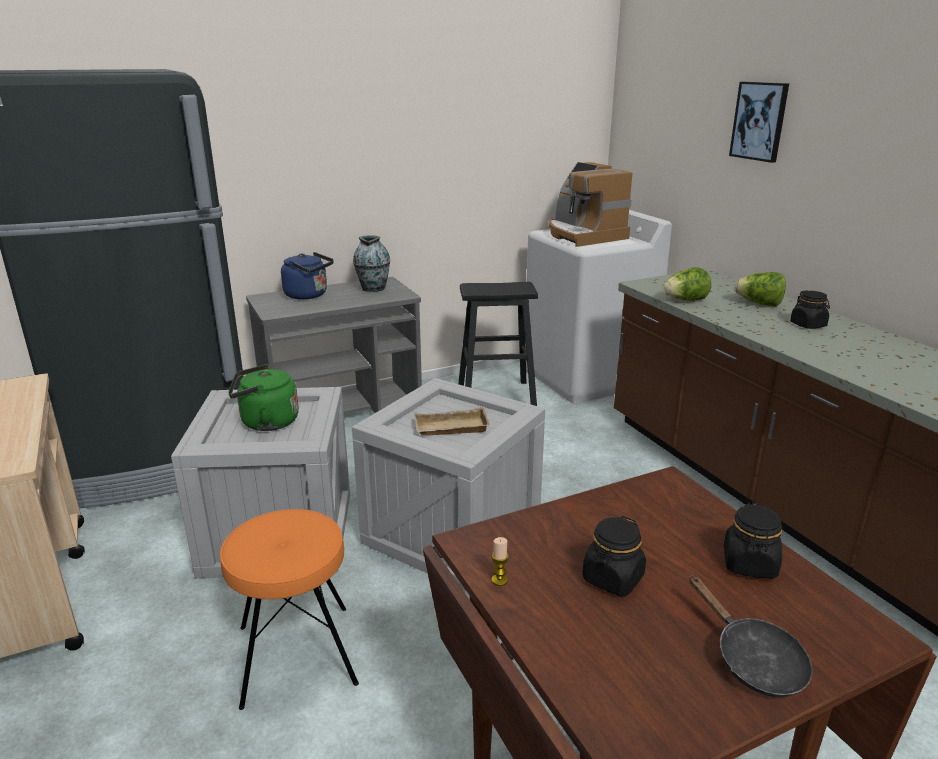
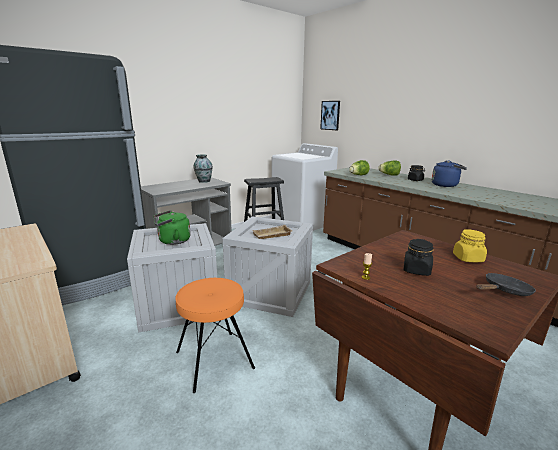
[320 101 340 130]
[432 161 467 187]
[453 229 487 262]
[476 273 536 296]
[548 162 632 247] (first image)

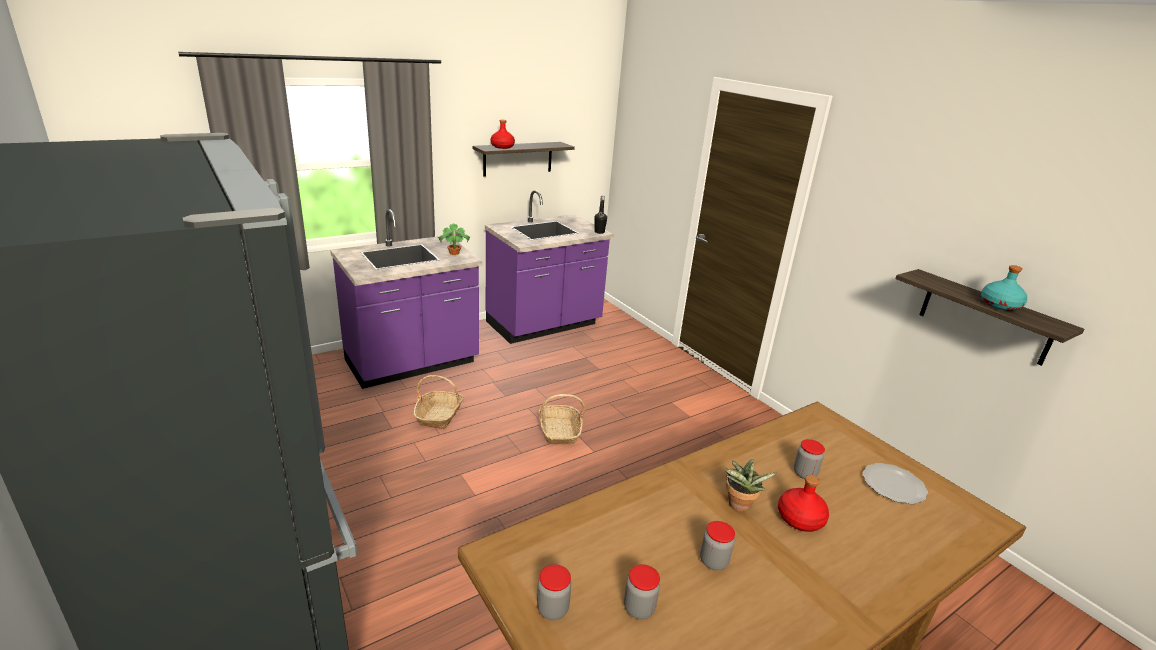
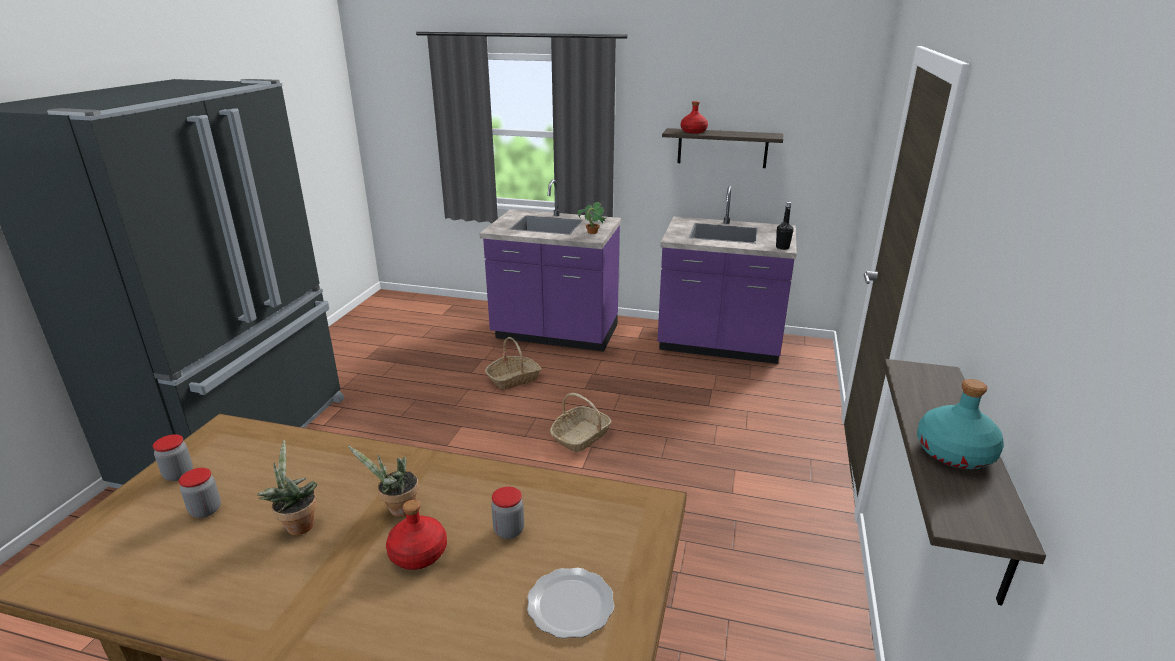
[257 440 318 535]

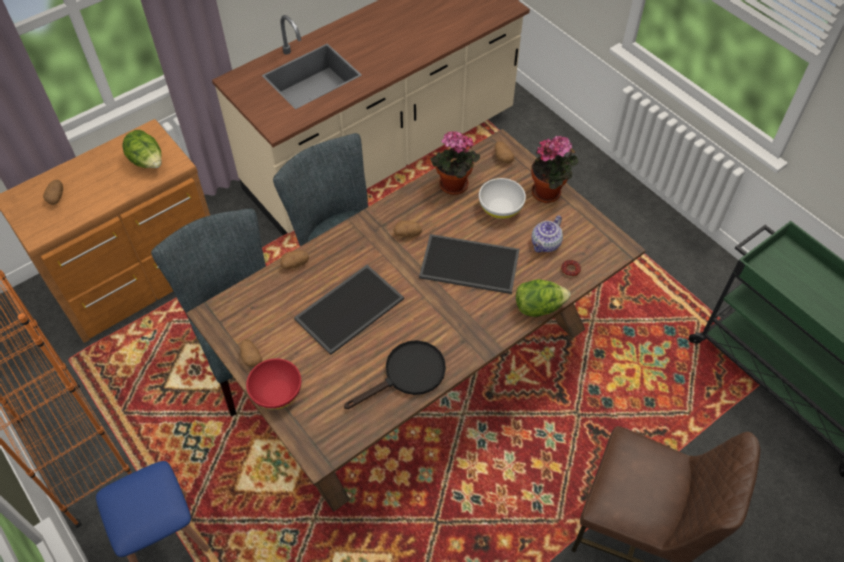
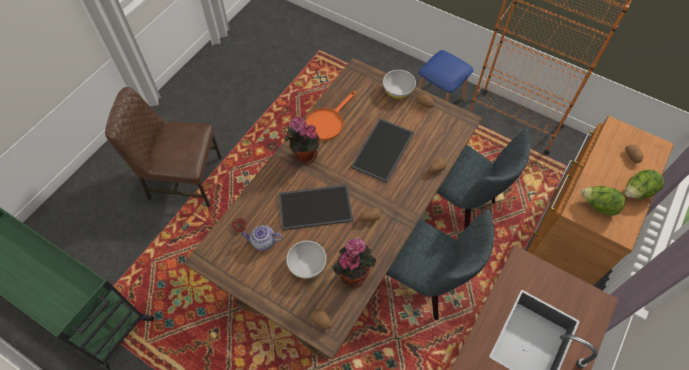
[241 225 283 251]
[284 116 319 164]
[305 91 356 141]
[383 70 416 99]
[625 170 664 199]

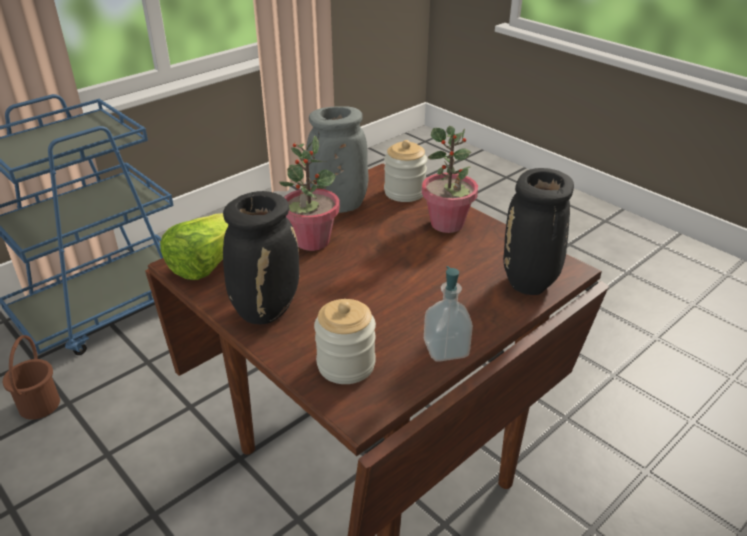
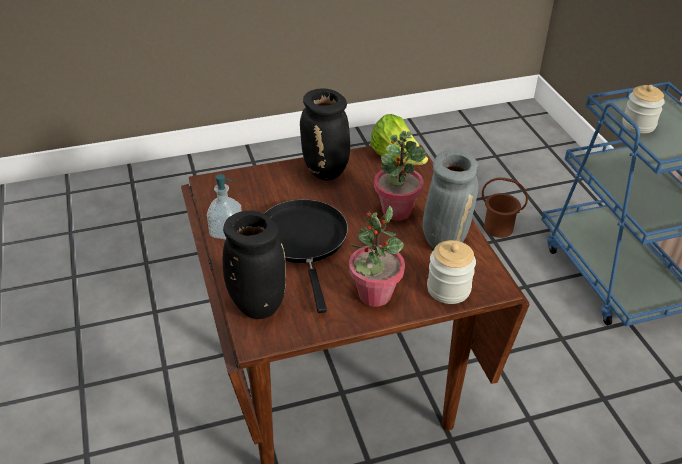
[263 199 348 313]
[622 85 665 133]

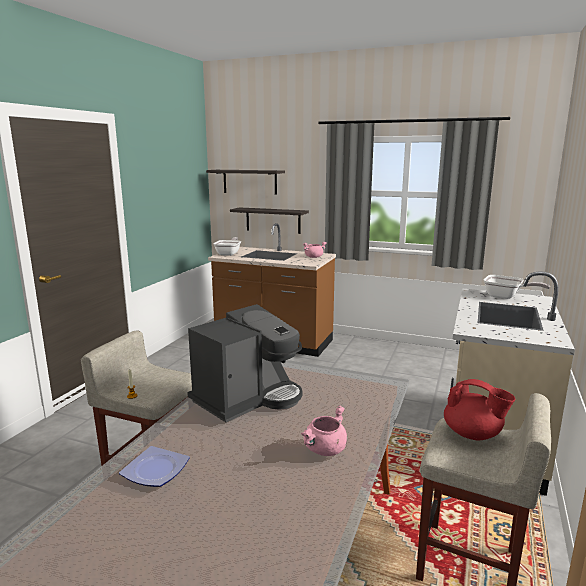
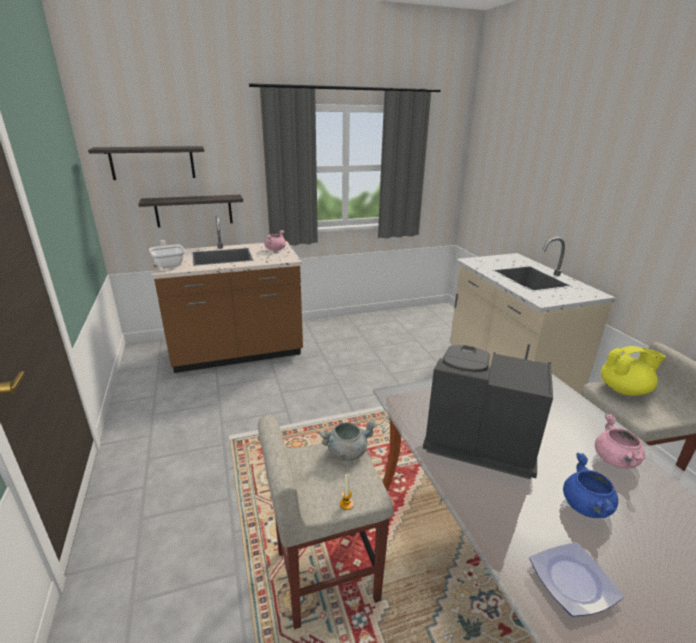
[320 421 377 461]
[423 345 553 479]
[563 453 618 518]
[601 346 666 396]
[484 275 550 299] (first image)

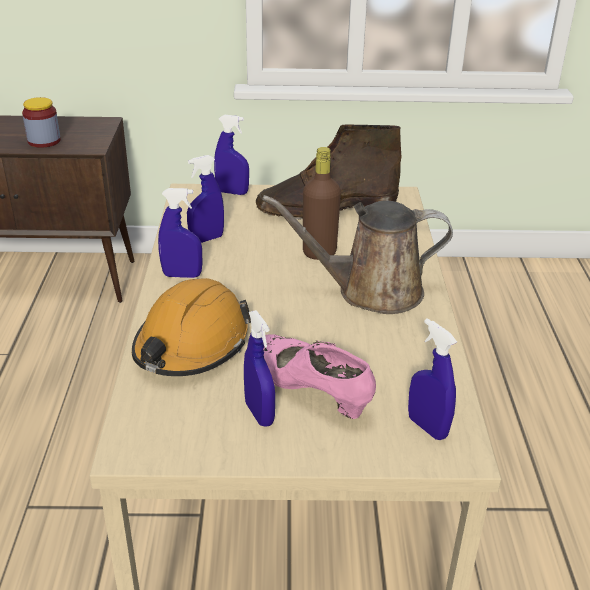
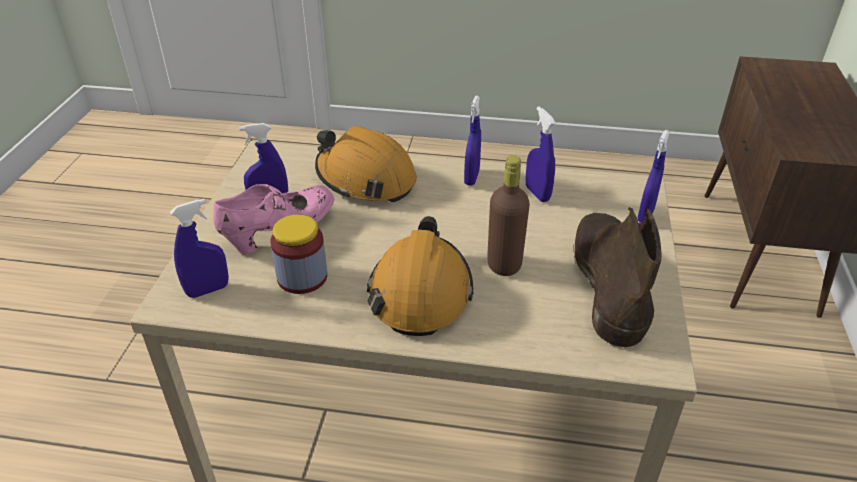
[270 215 327 294]
[367 216 474 336]

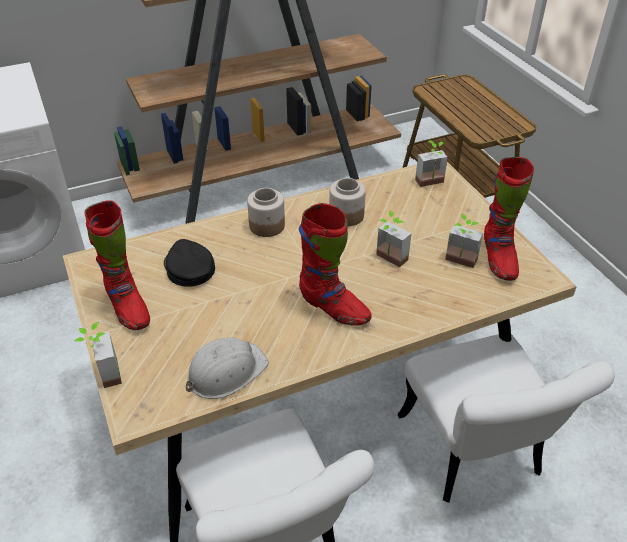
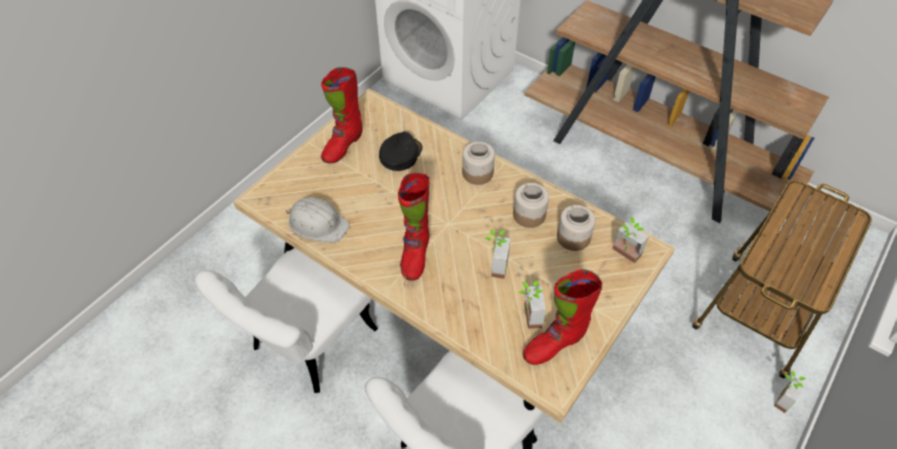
[557 205 595 251]
[774 370 806 413]

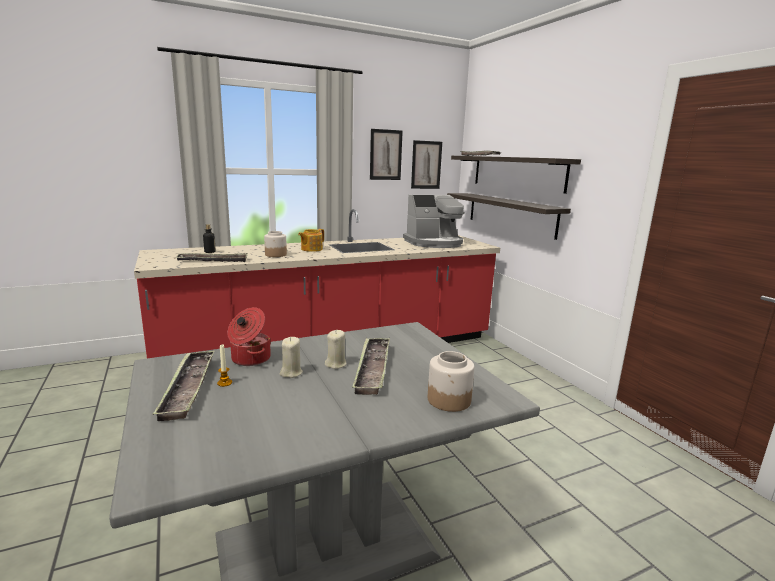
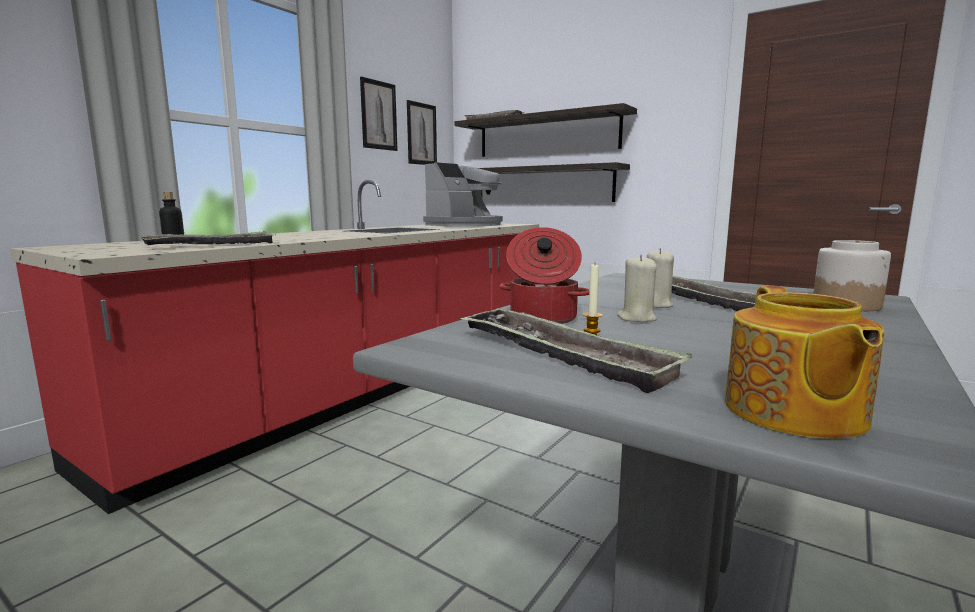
[725 286 884 439]
[264 231 287 257] (first image)

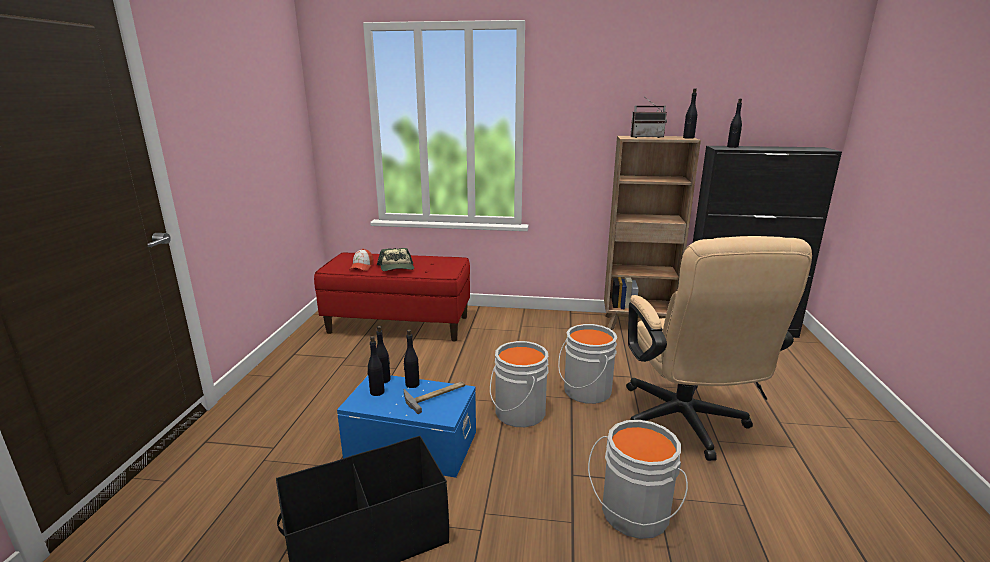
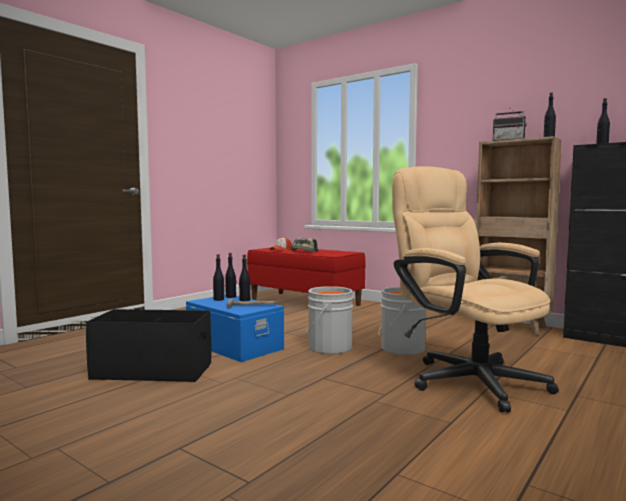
[392 166 559 412]
[588 420 688 539] (first image)

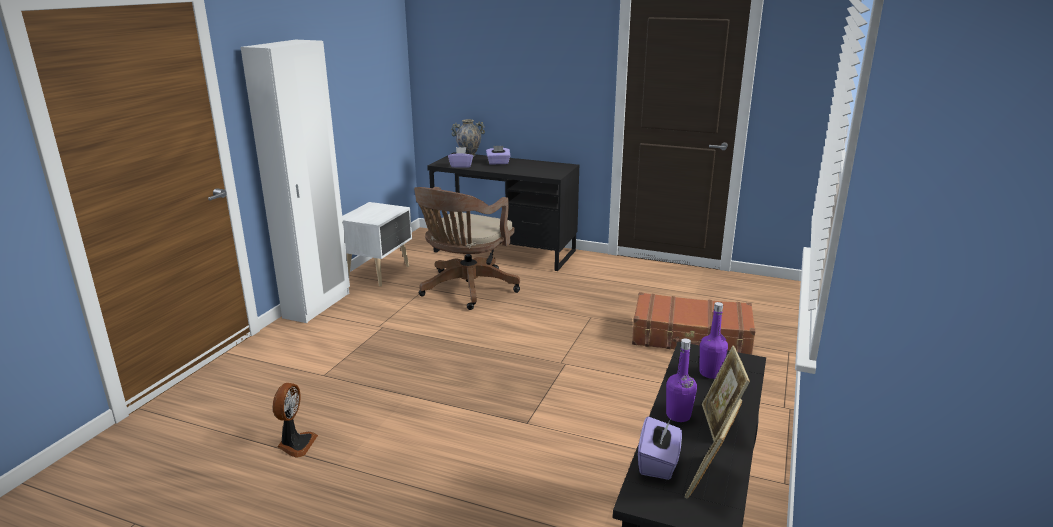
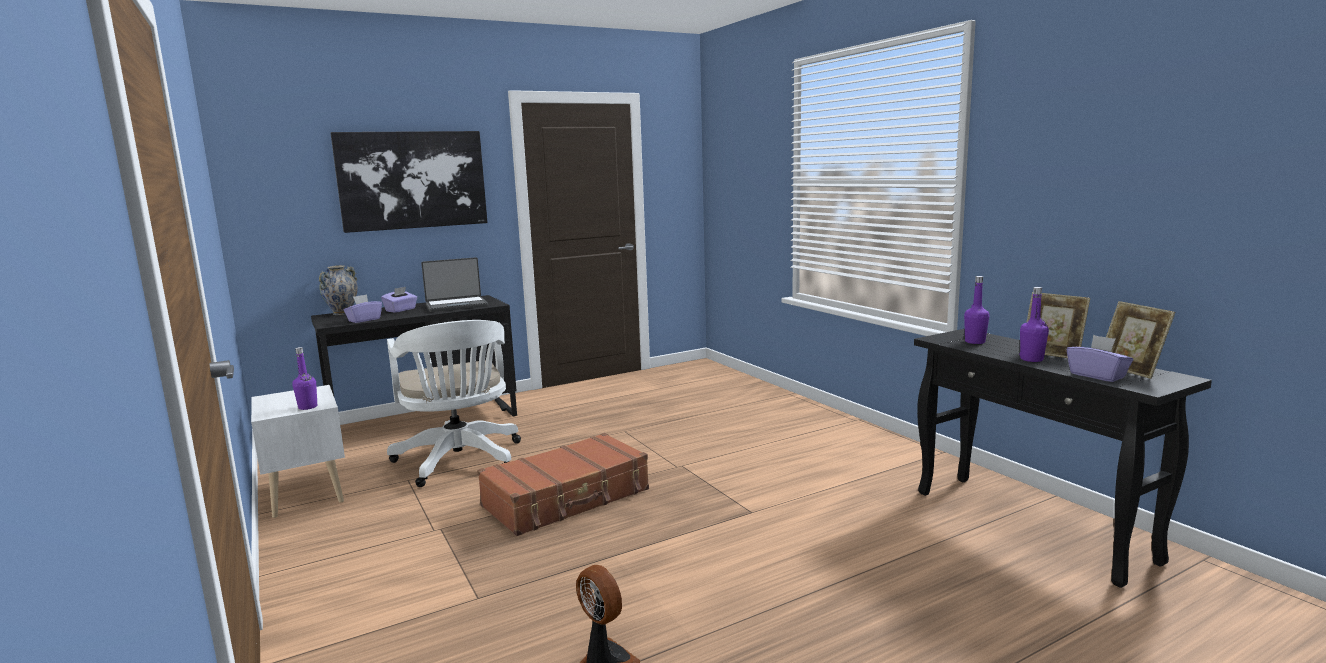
[292 347 317 410]
[331 131 488 233]
[387 320 521 487]
[421 257 488 312]
[477 433 649 536]
[241 40 350 323] (first image)

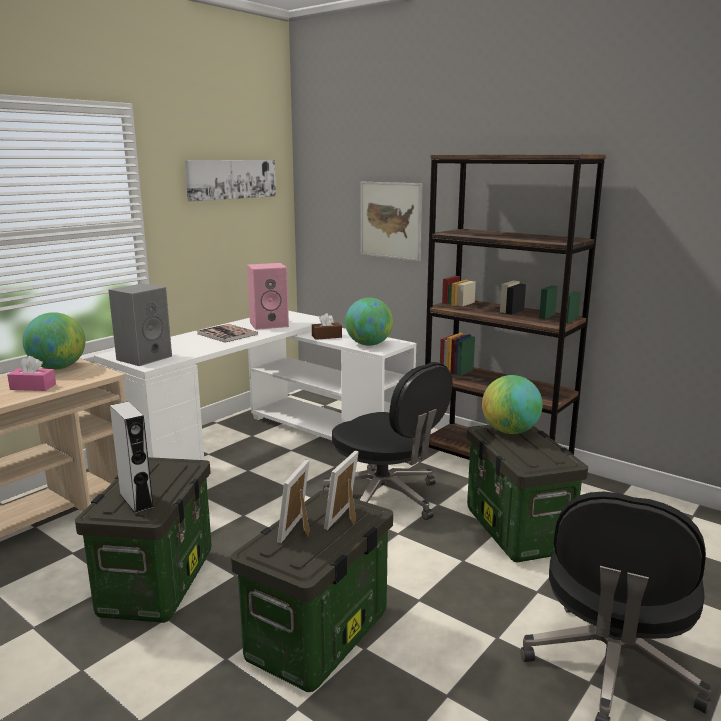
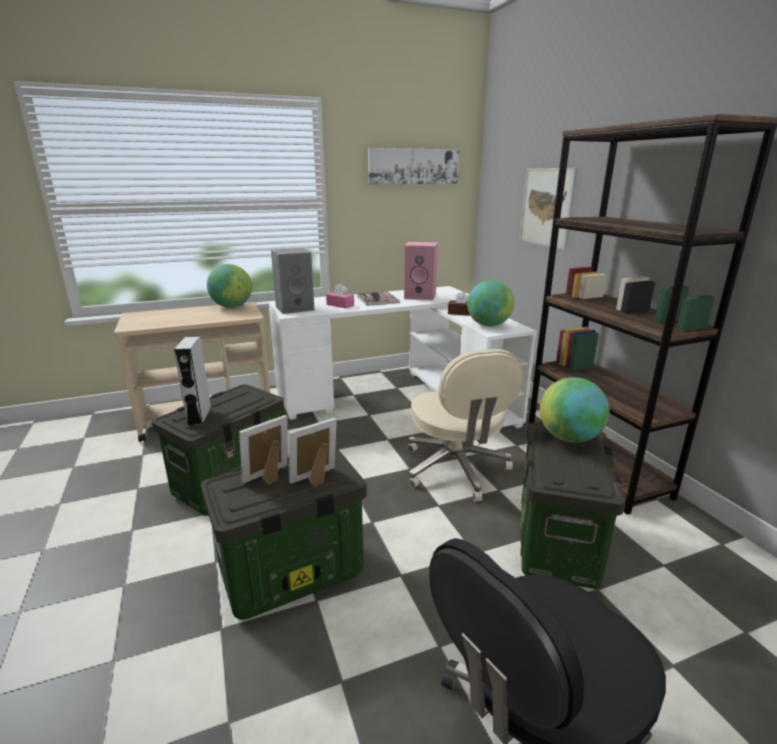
[326 284 354 309]
[408 349 523 501]

